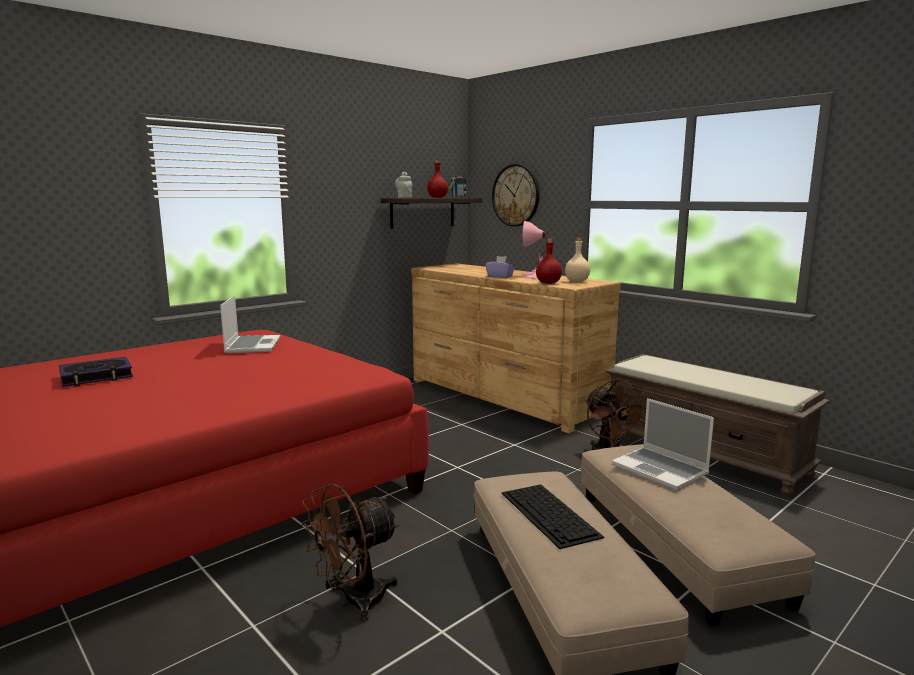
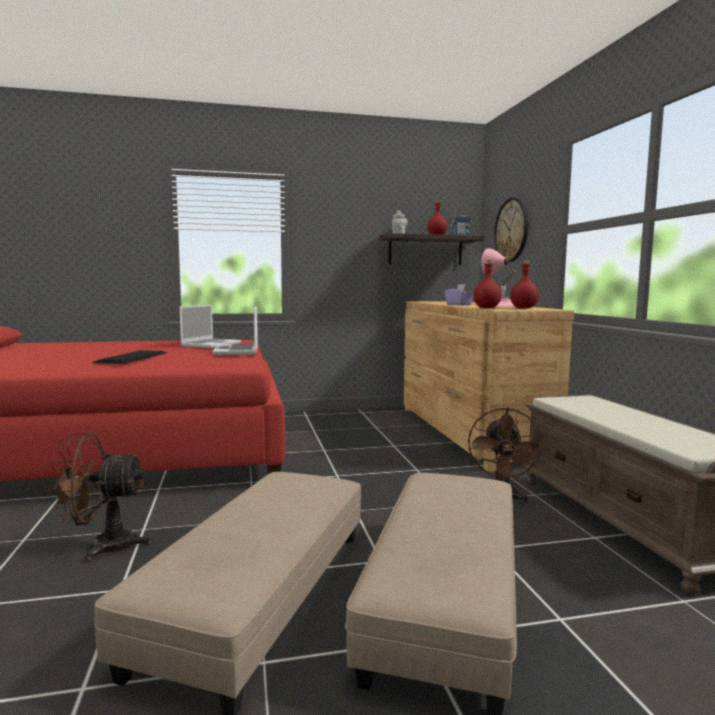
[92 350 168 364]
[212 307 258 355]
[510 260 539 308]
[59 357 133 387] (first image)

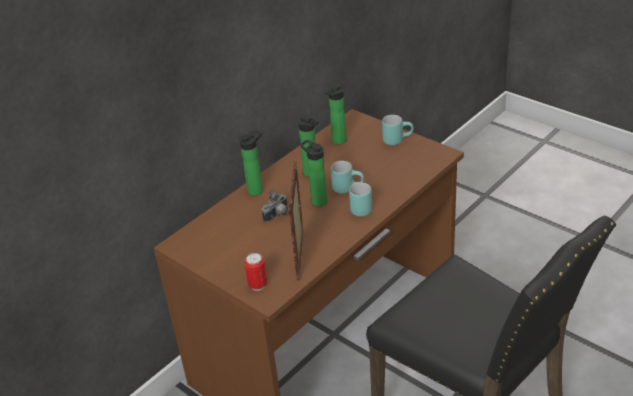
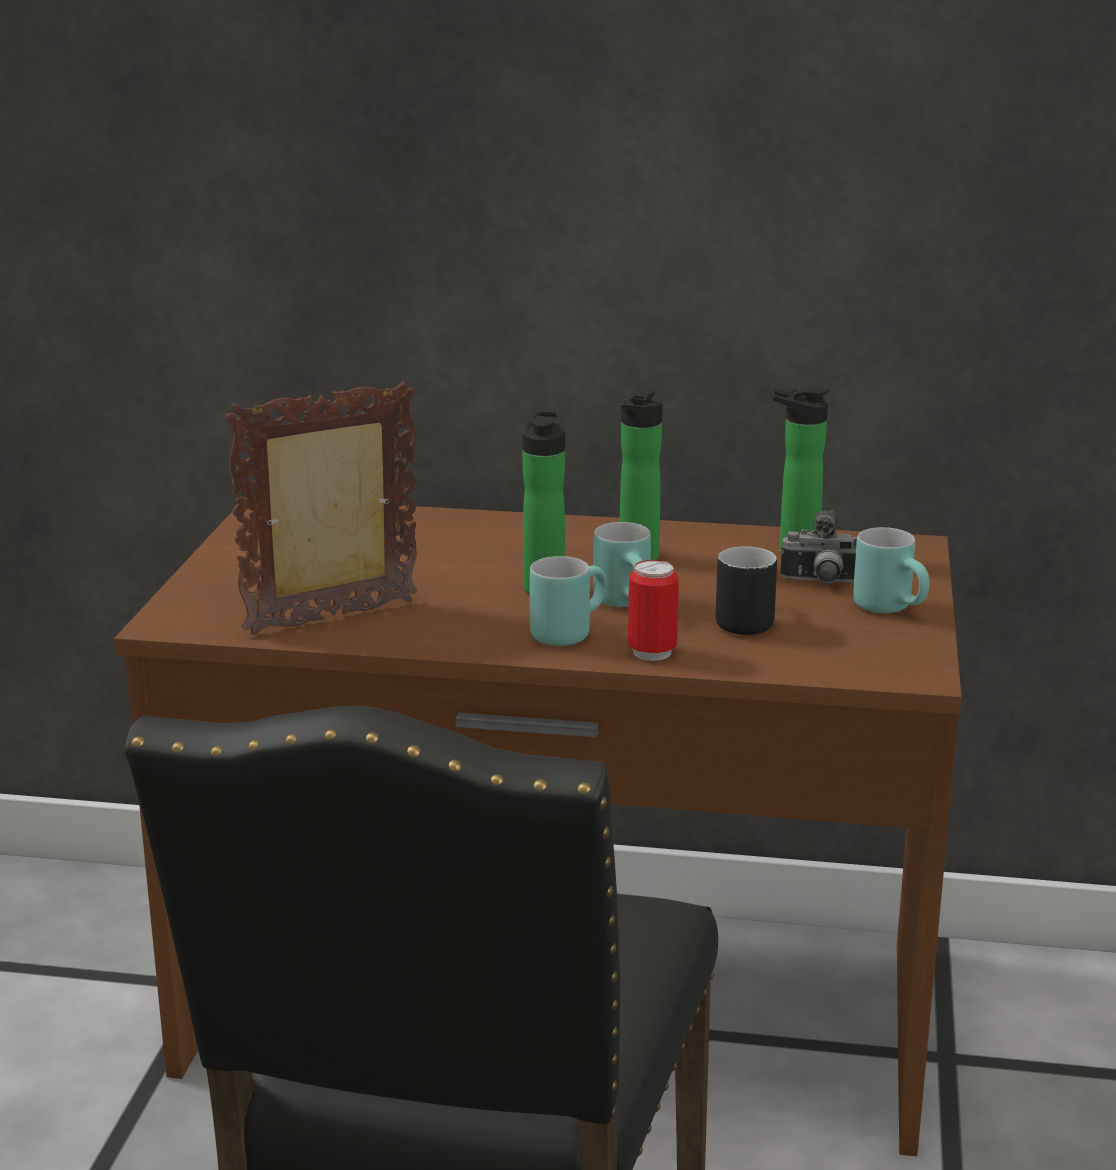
[628 560 679 661]
[716 546 777 635]
[780 510 857 584]
[240 130 263 196] (first image)

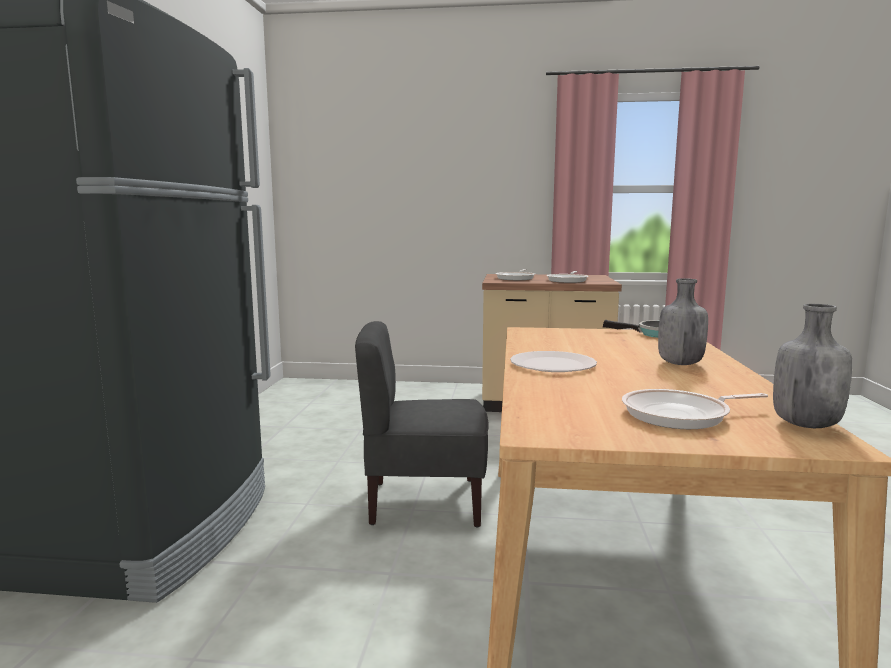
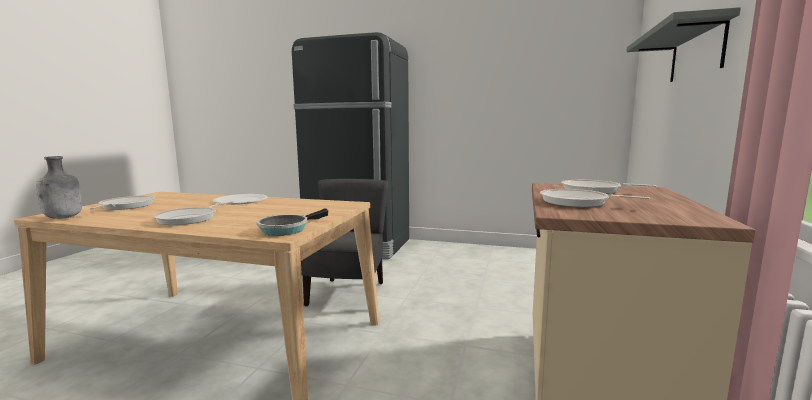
[153 201 234 225]
[626 7 741 82]

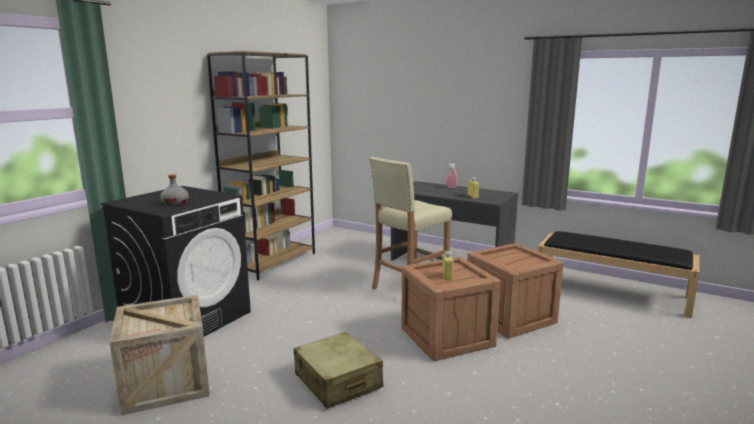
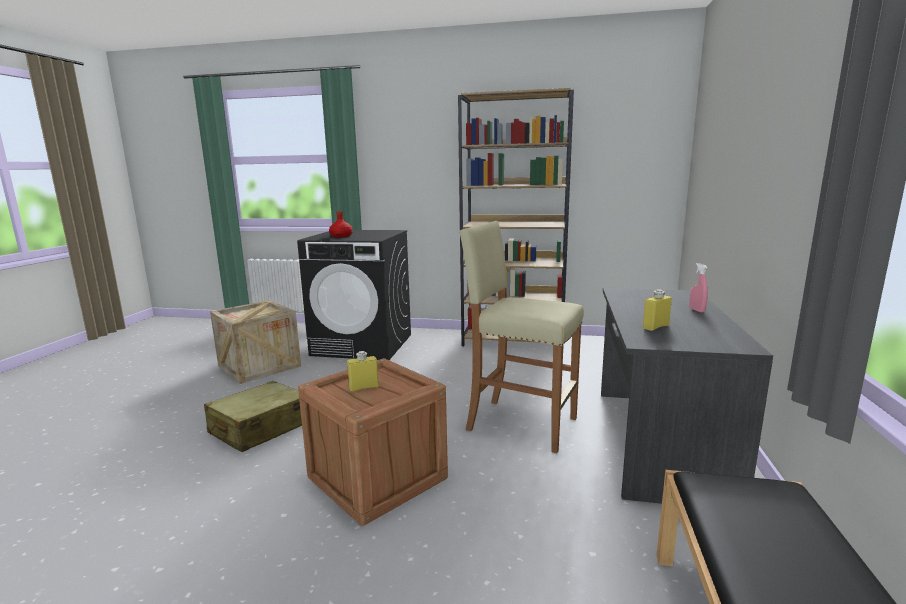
[329 211 353 237]
[467 243 563 338] (first image)

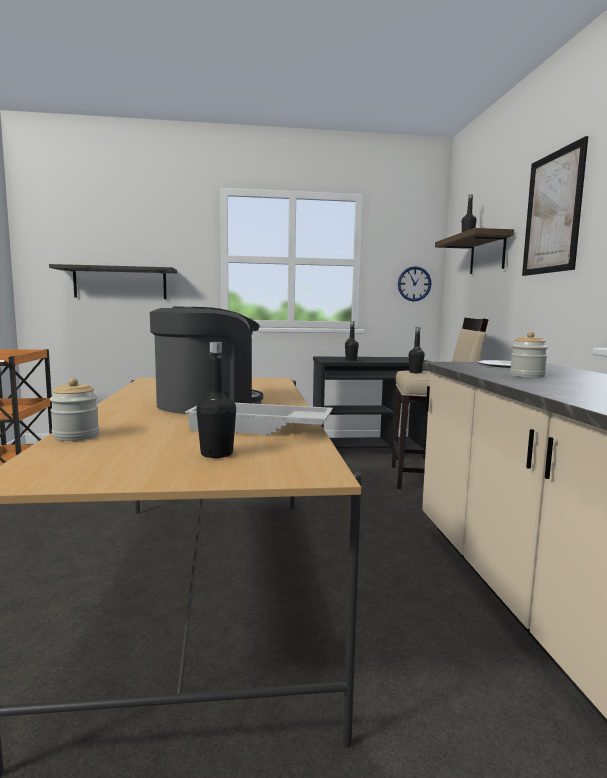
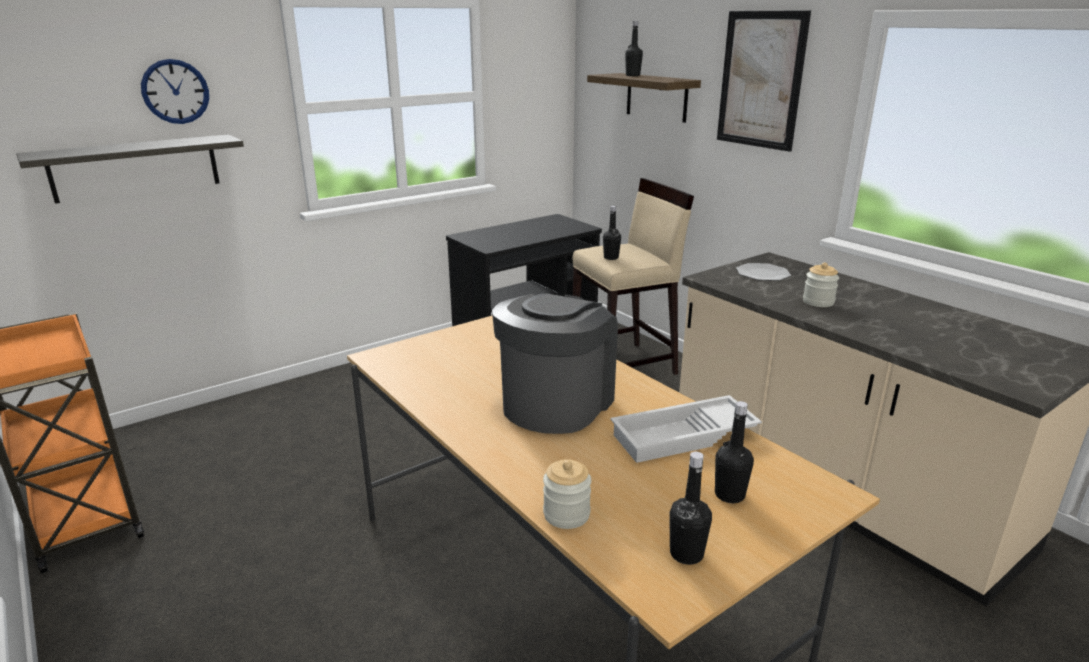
[141 59 209 124]
[669 452 712 565]

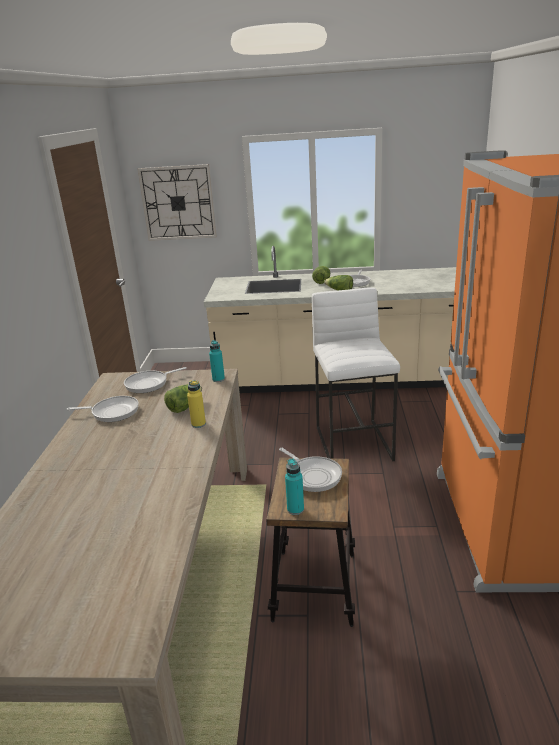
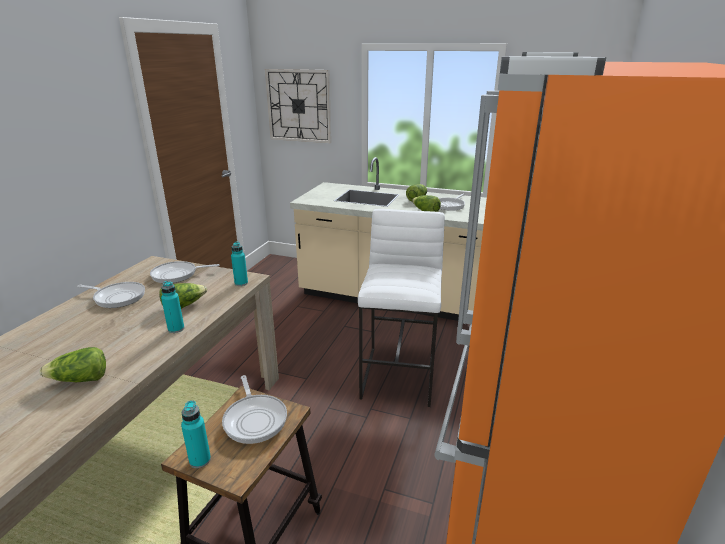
[39 347 106 382]
[161 281 184 333]

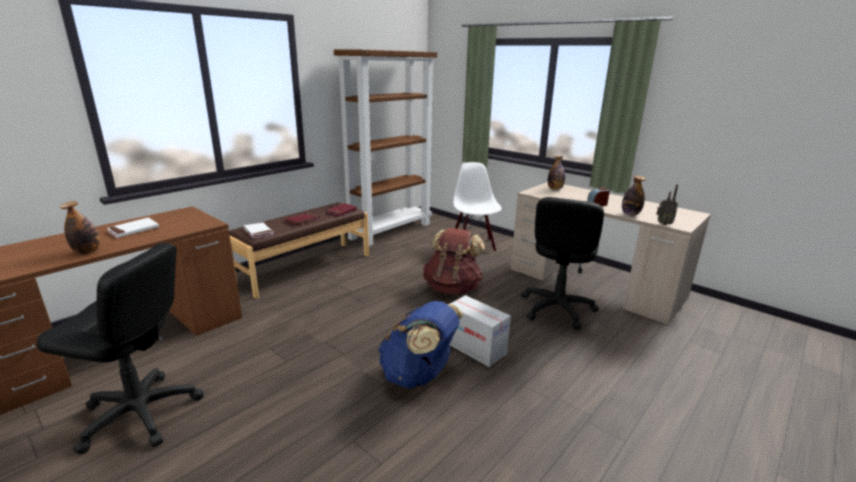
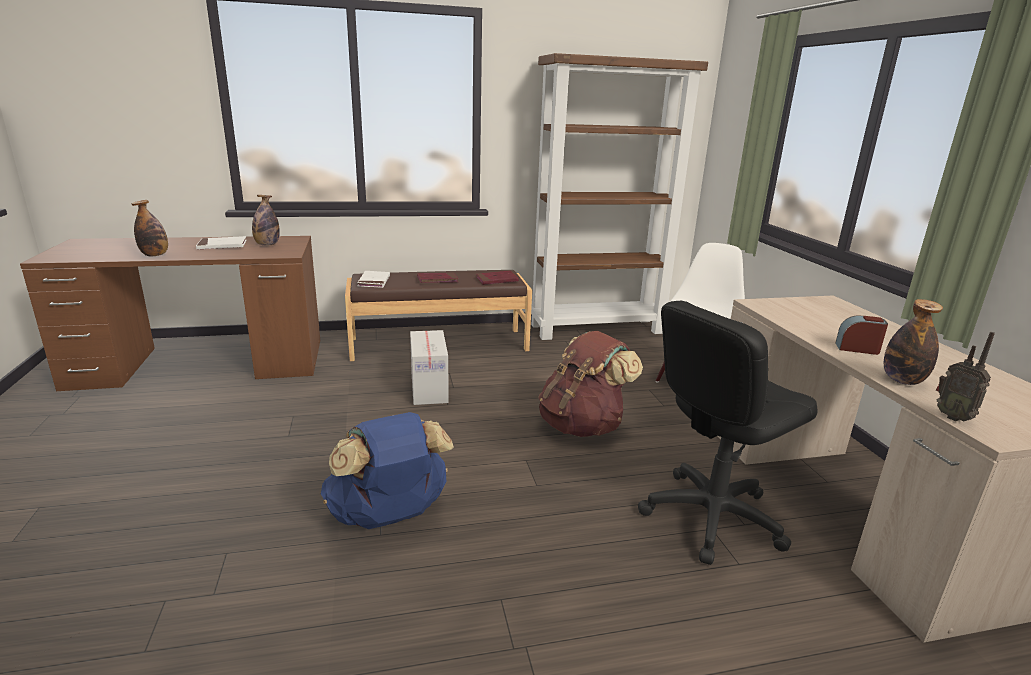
[252 195 280 245]
[410 330 449 405]
[37 243 204 455] (first image)

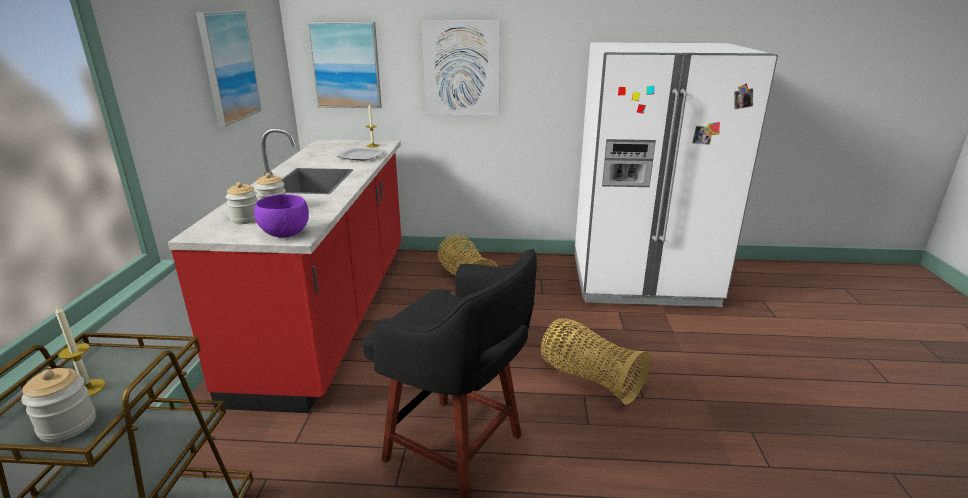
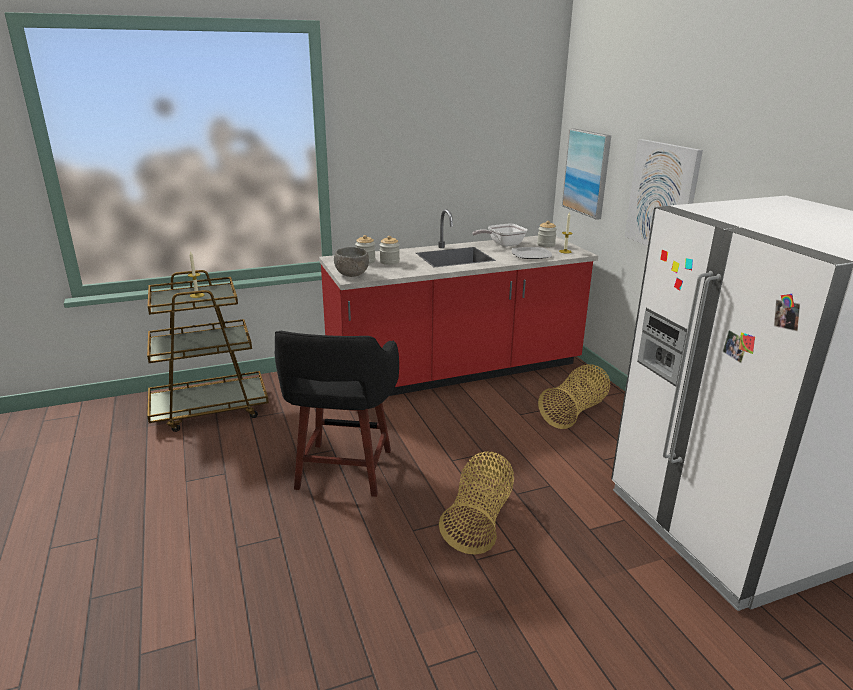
[334 247 369 277]
[472 224 528 247]
[537 221 557 247]
[196 11 262 127] (first image)

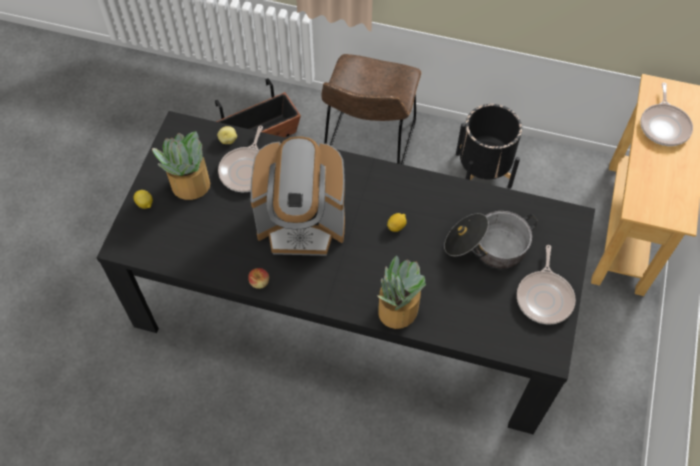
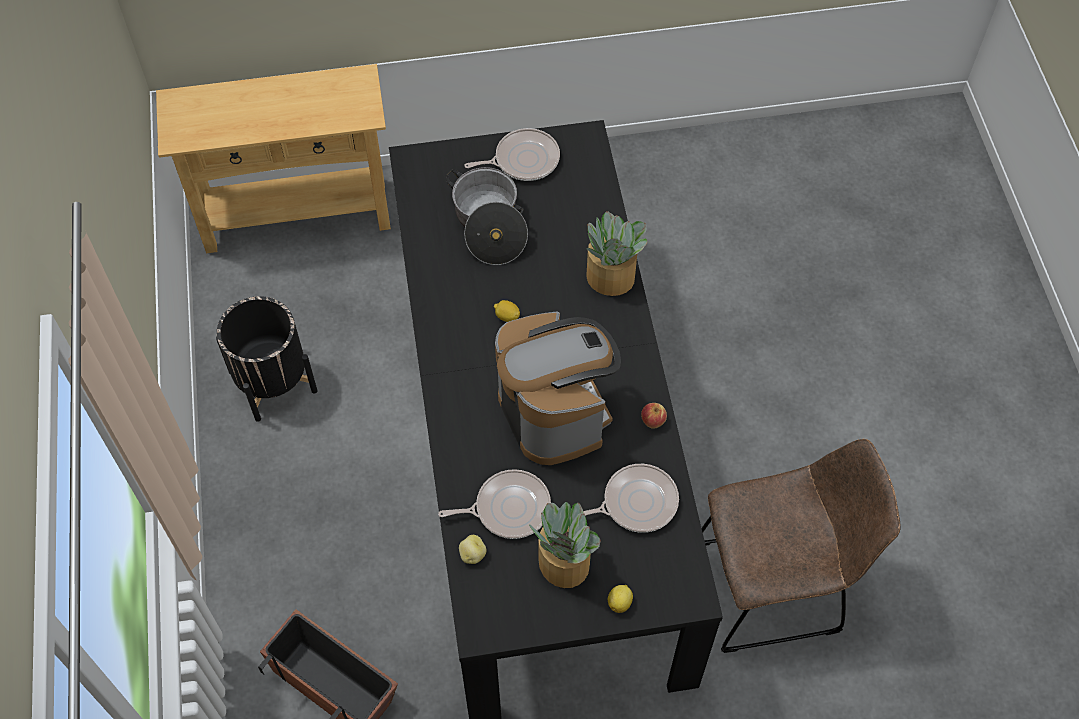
[583 464 679 533]
[702 439 901 653]

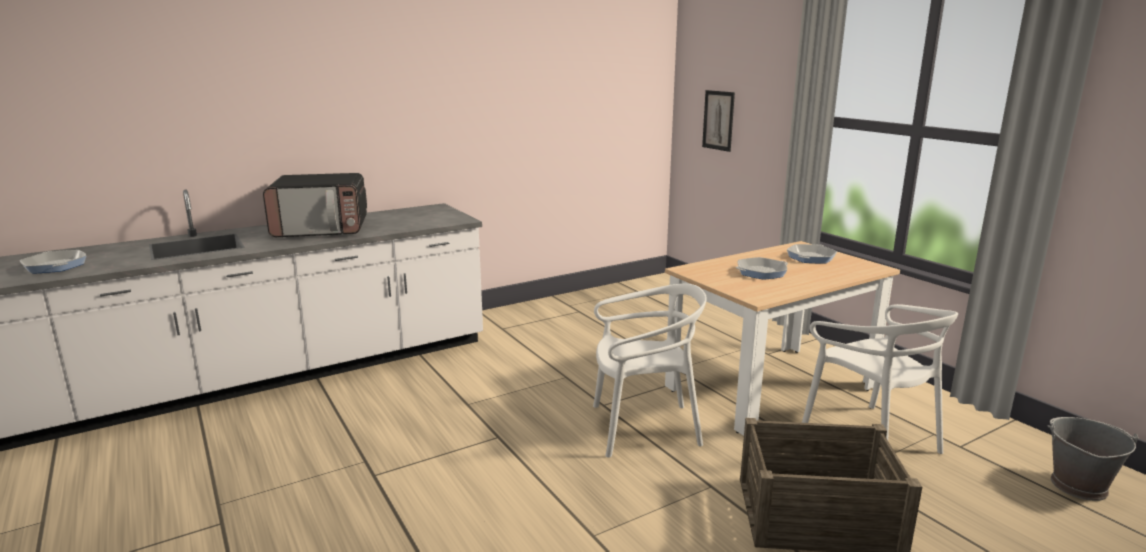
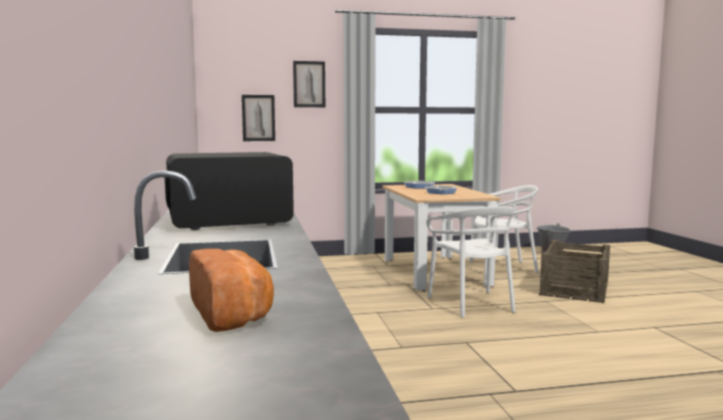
[165 152 294 230]
[189 249 274 332]
[293 61 325 107]
[426 206 516 318]

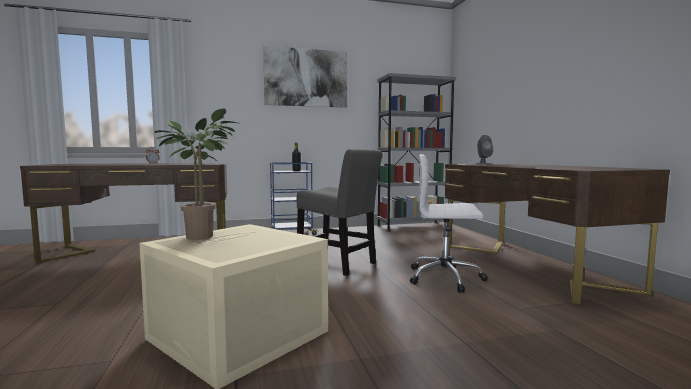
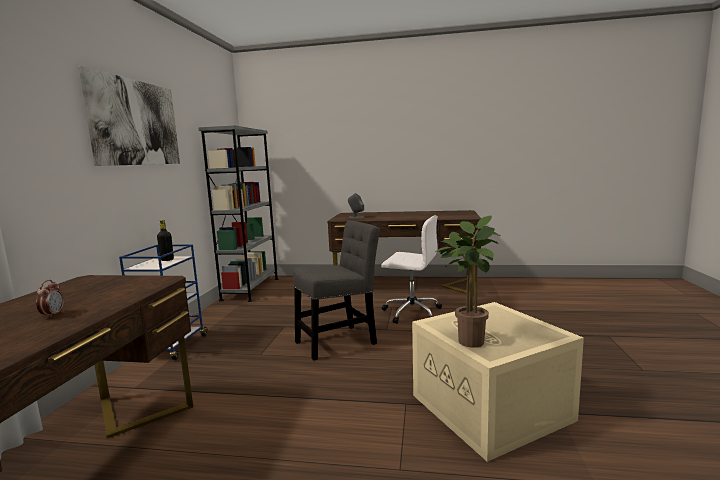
[381 215 442 324]

